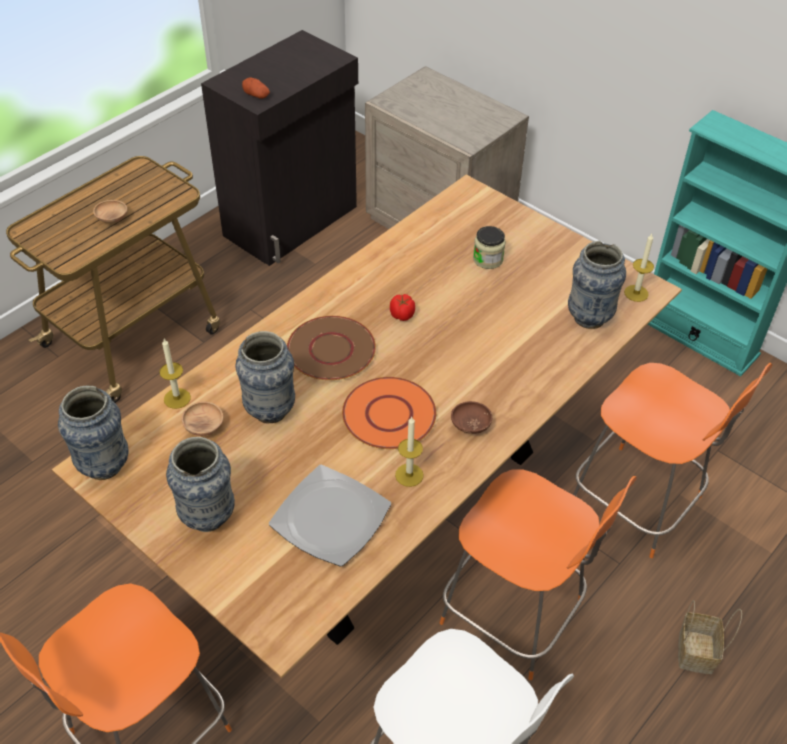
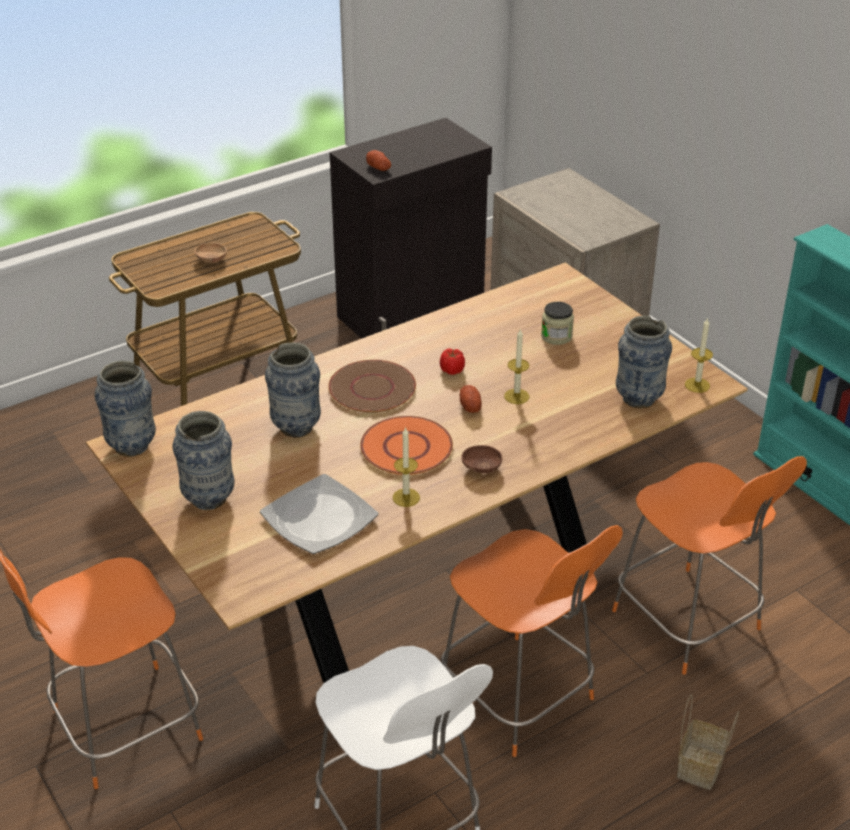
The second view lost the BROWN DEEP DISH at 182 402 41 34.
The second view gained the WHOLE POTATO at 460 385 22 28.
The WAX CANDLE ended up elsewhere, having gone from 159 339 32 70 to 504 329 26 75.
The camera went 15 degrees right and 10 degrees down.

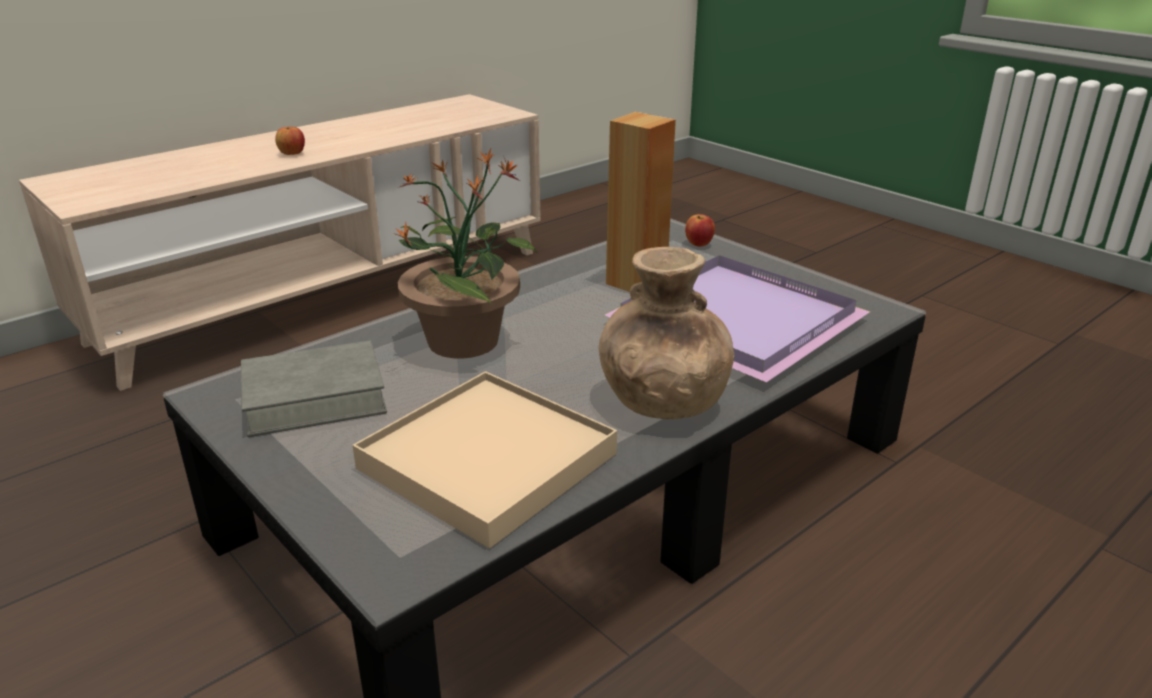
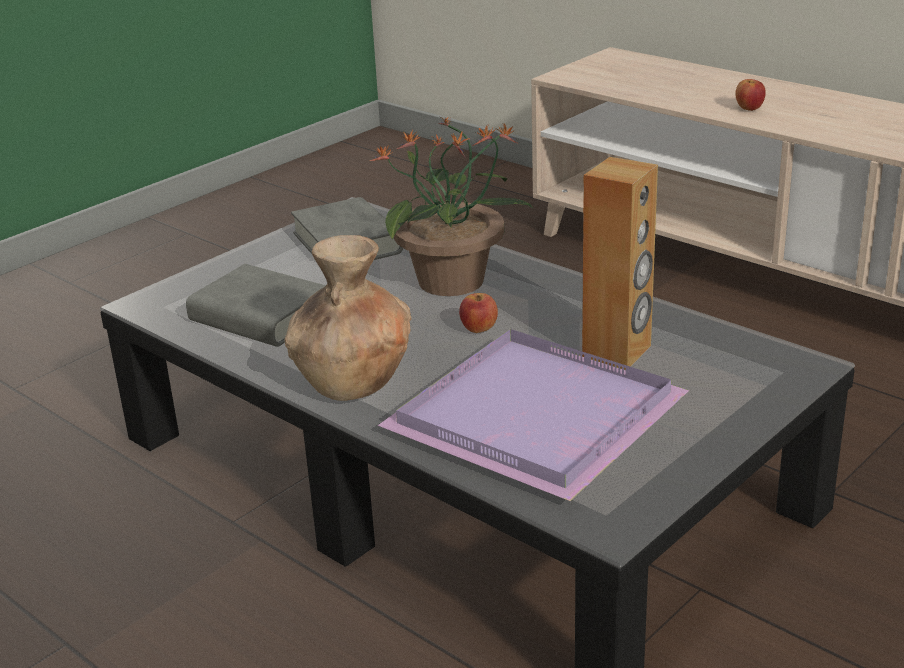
The WHOLE APPLE ended up elsewhere, having gone from 685 214 30 33 to 459 293 39 40.
Where the BEIGE-COLOURED SERVING TRAY stood at 352 371 265 178, the GREY VOLUME came to stand at 186 264 140 83.
The camera went 85 degrees right and 0 degrees up.

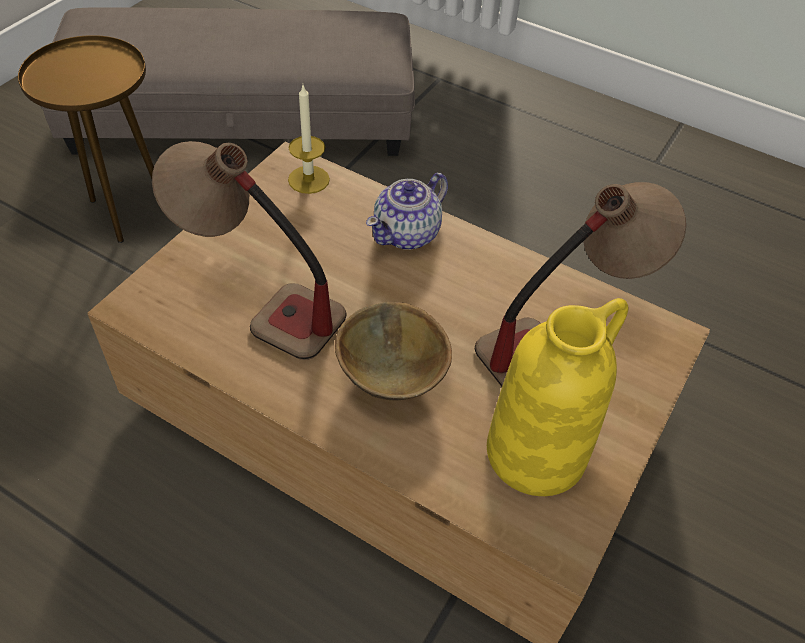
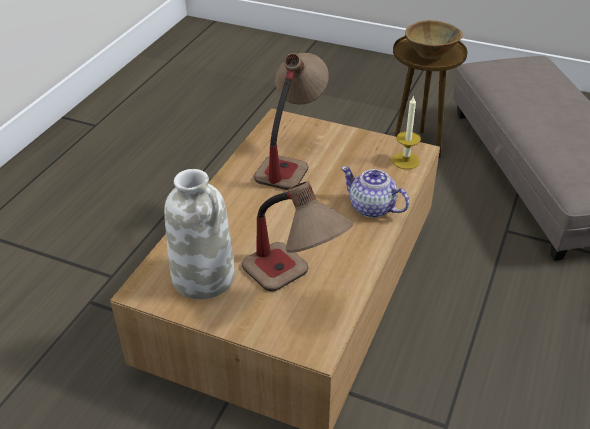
The BROWN DEEP DISH ended up elsewhere, having gone from 335 302 117 98 to 405 20 58 39.
What was the YELLOWISH DECORATIVE VASE at 487 298 141 198 turned into the WHITE DECORATIVE VASE at 164 169 71 130.
The camera went 85 degrees right and 10 degrees down.

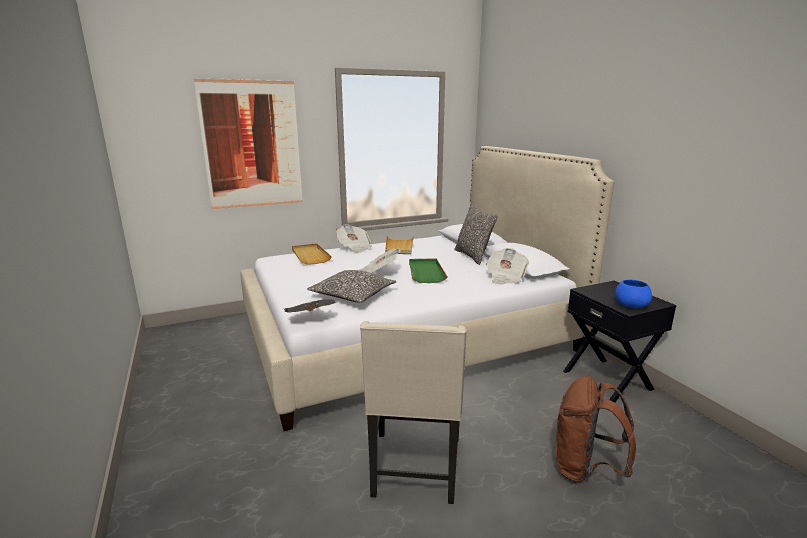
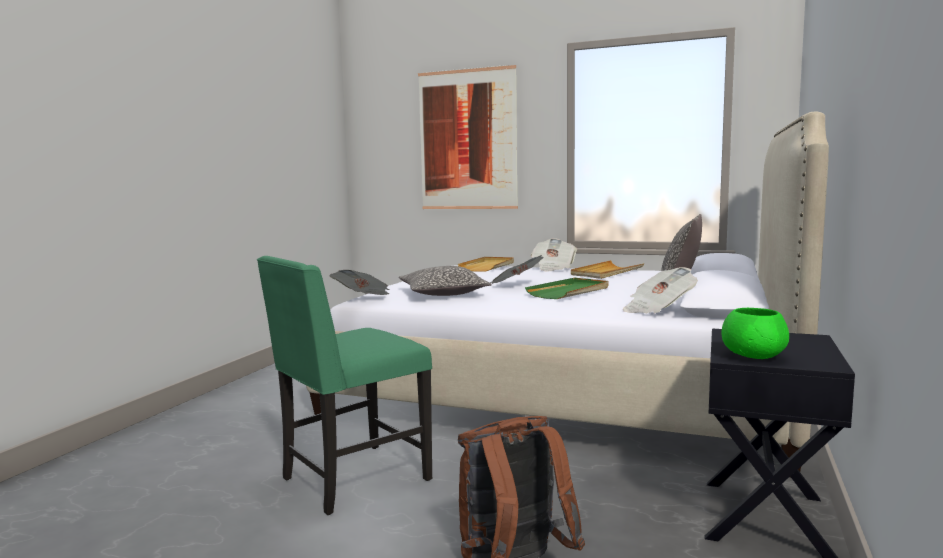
What was the BEIGE-COLOURED PLAIN CHAIR at 360 321 107 183 turned into the GREENISH PLAIN CHAIR at 257 256 175 259.
What was the BLUISH DEEP DISH at 615 280 37 28 turned into the GREENISH DEEP DISH at 721 308 68 51.
The camera went 45 degrees right and 10 degrees down.

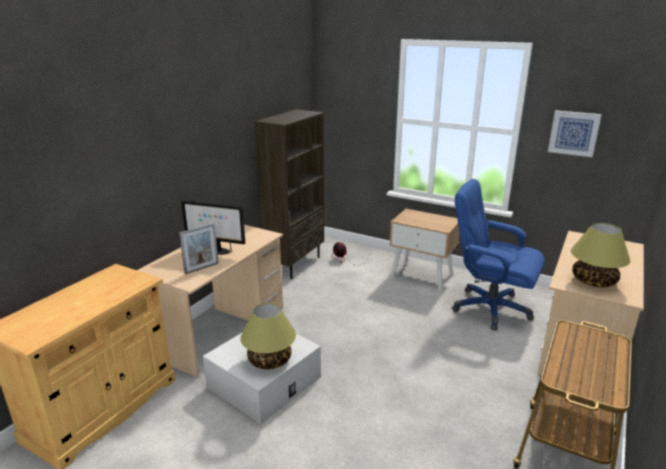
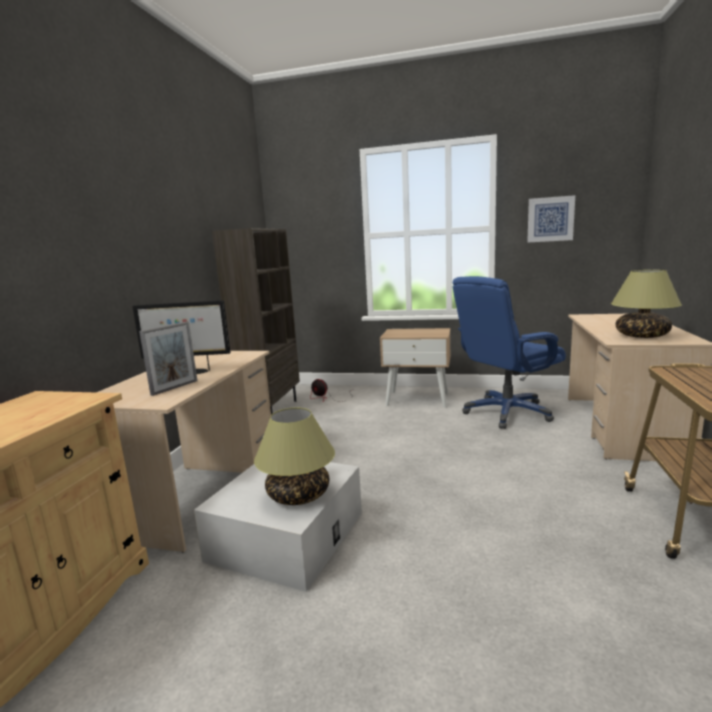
The BLUISH COMPUTER CHAIR at 452 179 93 152 ended up facing another way, 45 degrees counterclockwise from before.
The camera went 15 degrees left and 10 degrees down.

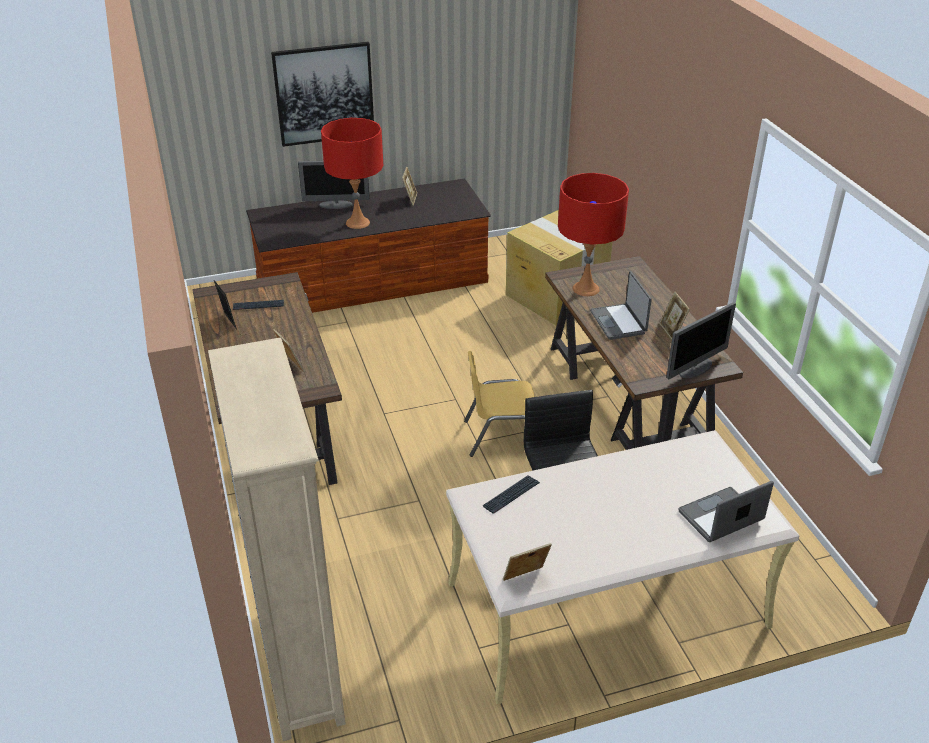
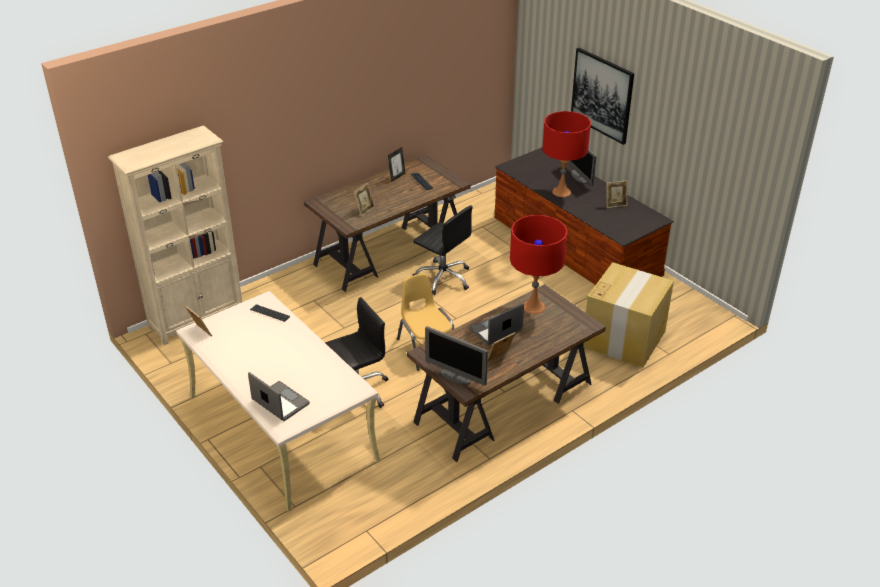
The second view gained the BLACK-COLOURED COMPUTER CHAIR at 412 205 61 90.
The camera went 70 degrees right and 0 degrees up.

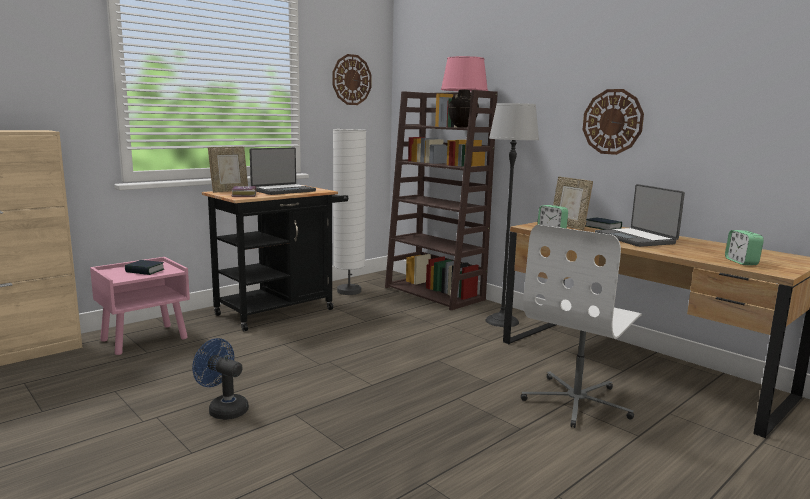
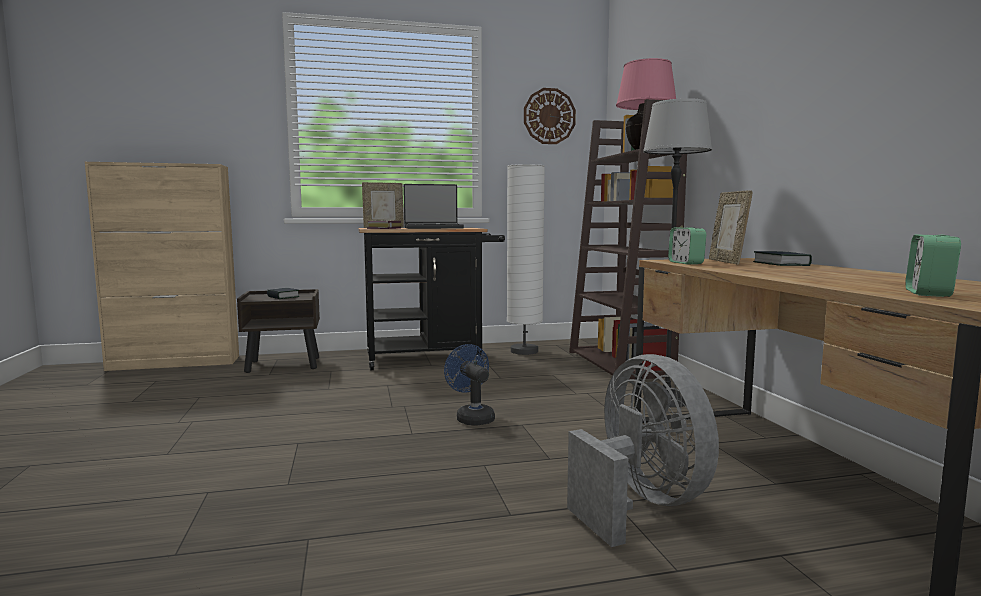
The second view lost the HANGING CLOCK at 583 89 61 66.
The second view lost the LAPTOP at 595 184 90 63.
The BLUISH COOLING FAN ended up elsewhere, having gone from 192 338 57 82 to 444 344 51 82.
Where the WHITE COMPUTER CHAIR stood at 521 225 121 203, the GREY COOLING FAN came to stand at 567 354 152 193.
What was the PINK NIGHT TABLE at 90 257 100 98 turned into the BROWN NIGHT TABLE at 237 289 83 84.
The camera went 30 degrees right and 5 degrees down.

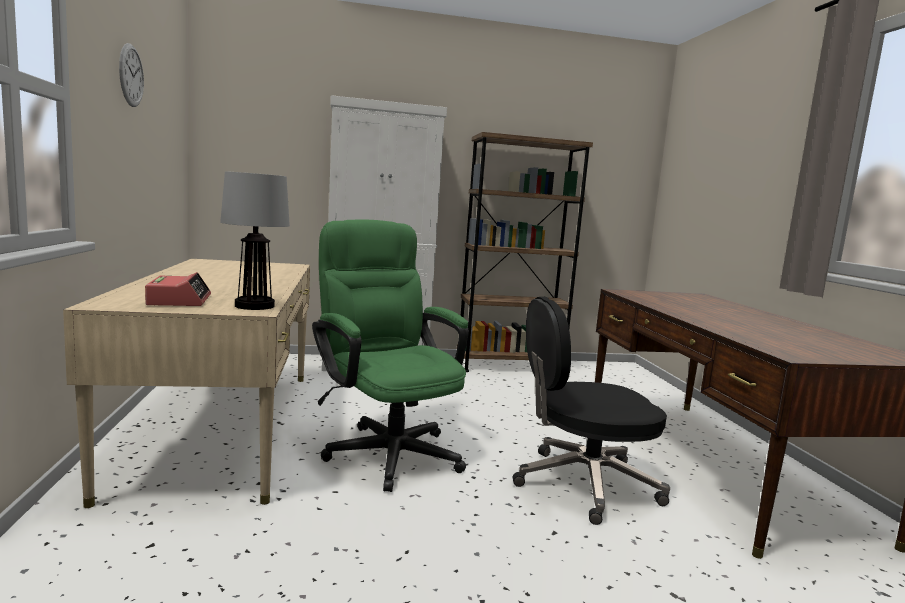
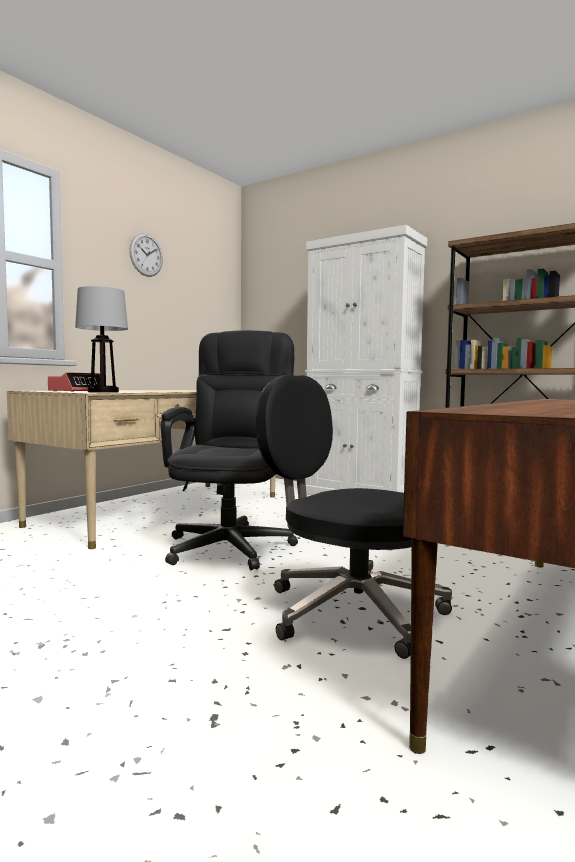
What was the GREENISH COMPUTER CHAIR at 312 219 157 273 turned into the BLACK-COLOURED COMPUTER CHAIR at 160 330 138 240.
The camera went 45 degrees right and 5 degrees down.

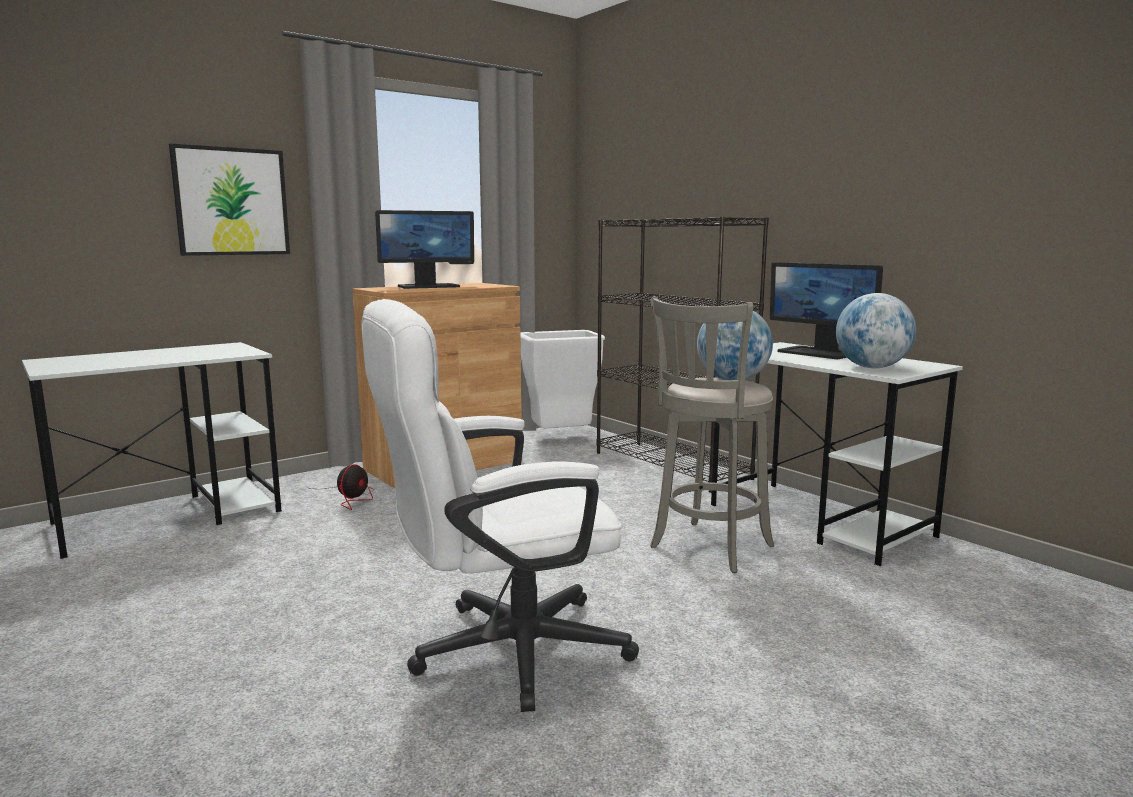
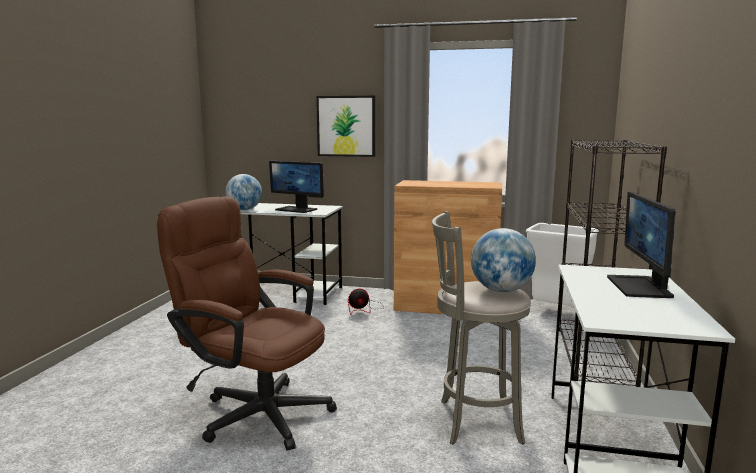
The COMPUTER SCREEN ended up elsewhere, having gone from 375 210 99 79 to 269 161 55 52.
The GLOBE ended up elsewhere, having gone from 836 293 80 75 to 225 174 37 36.
What was the WHITE COMPUTER CHAIR at 362 299 277 413 turned into the BROWN COMPUTER CHAIR at 157 196 180 255.
The camera went 50 degrees right and 0 degrees up.

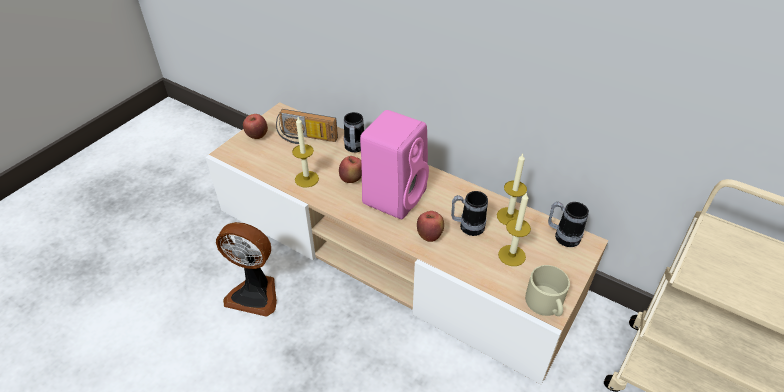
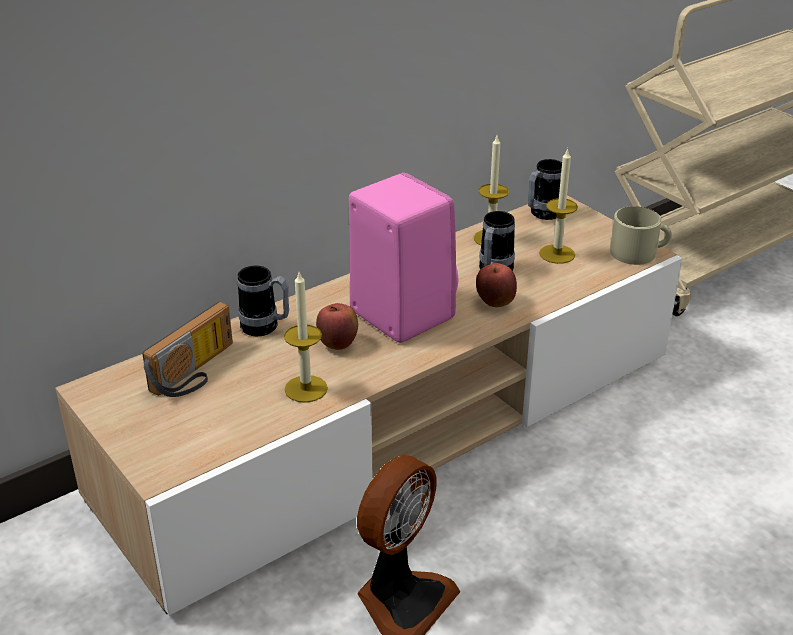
The second view lost the WHOLE APPLE at 243 114 25 25.
The camera went 70 degrees left and 10 degrees down.

